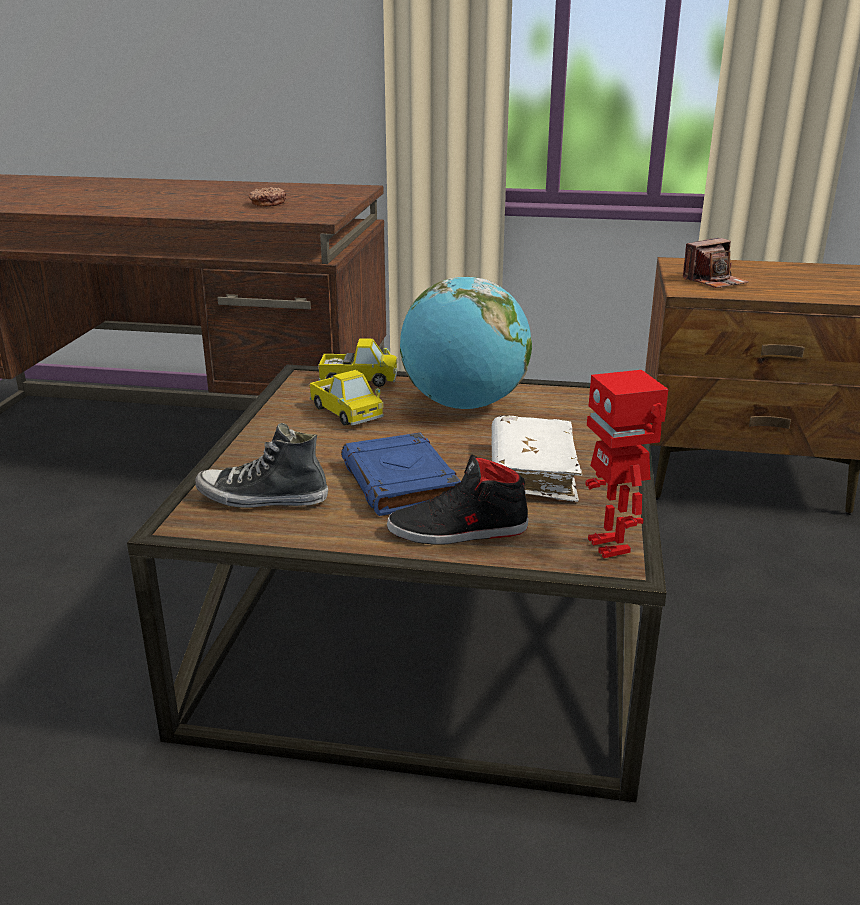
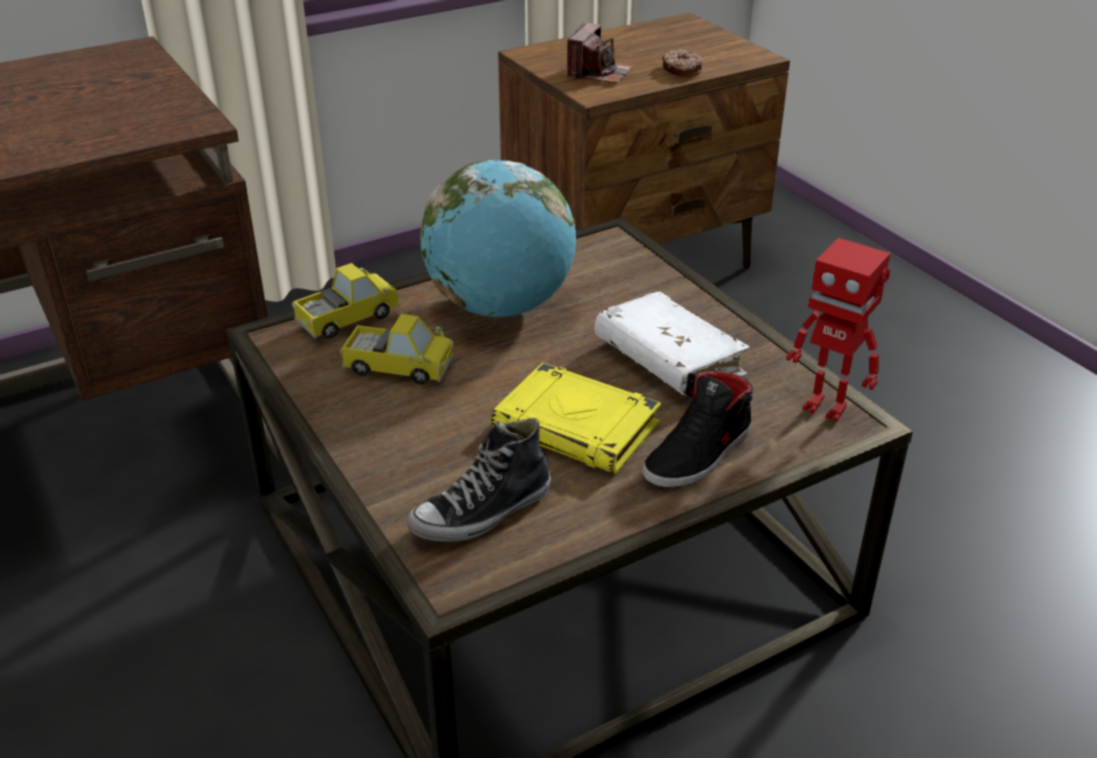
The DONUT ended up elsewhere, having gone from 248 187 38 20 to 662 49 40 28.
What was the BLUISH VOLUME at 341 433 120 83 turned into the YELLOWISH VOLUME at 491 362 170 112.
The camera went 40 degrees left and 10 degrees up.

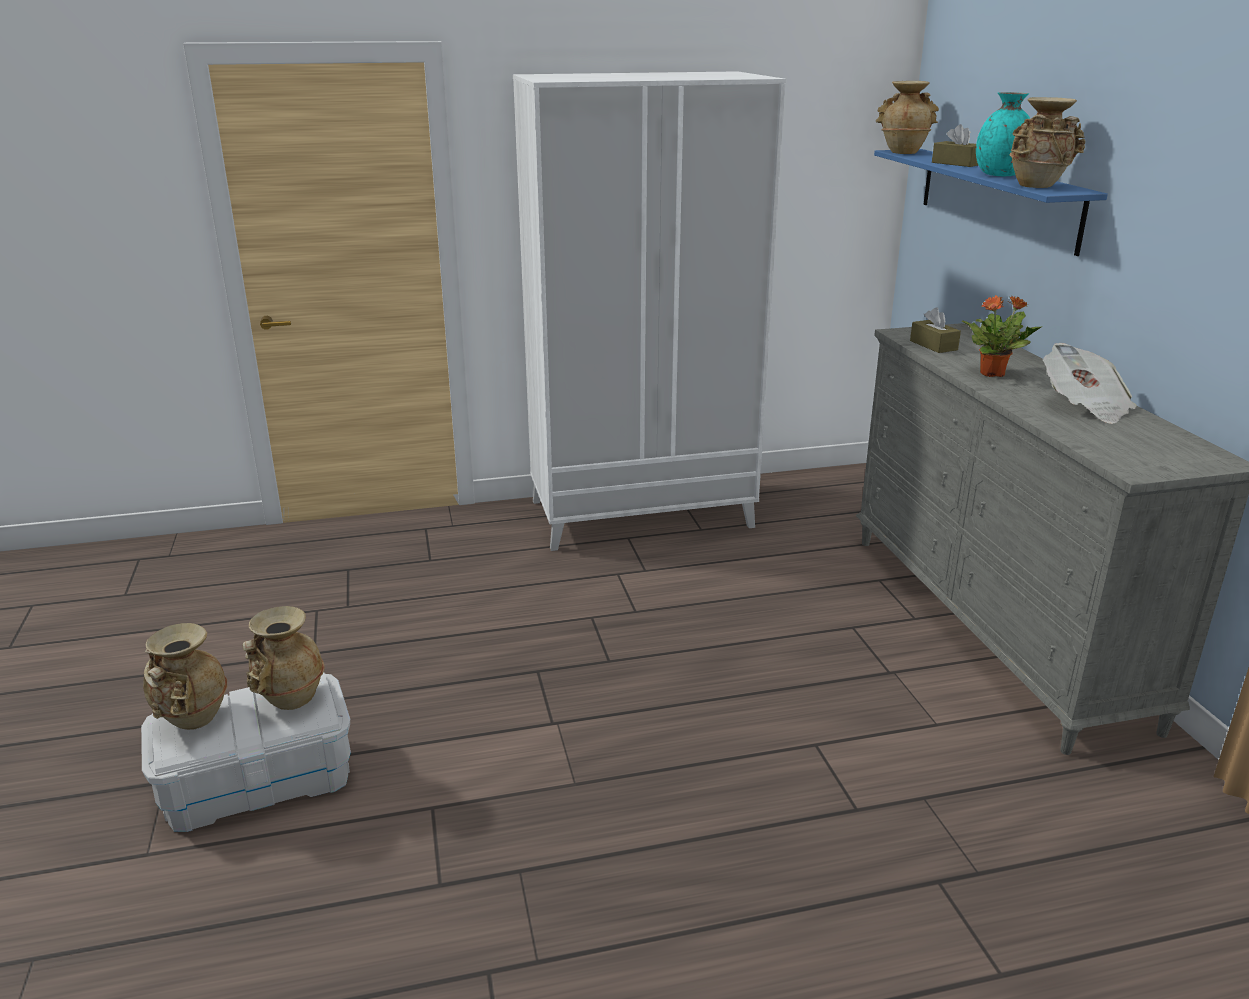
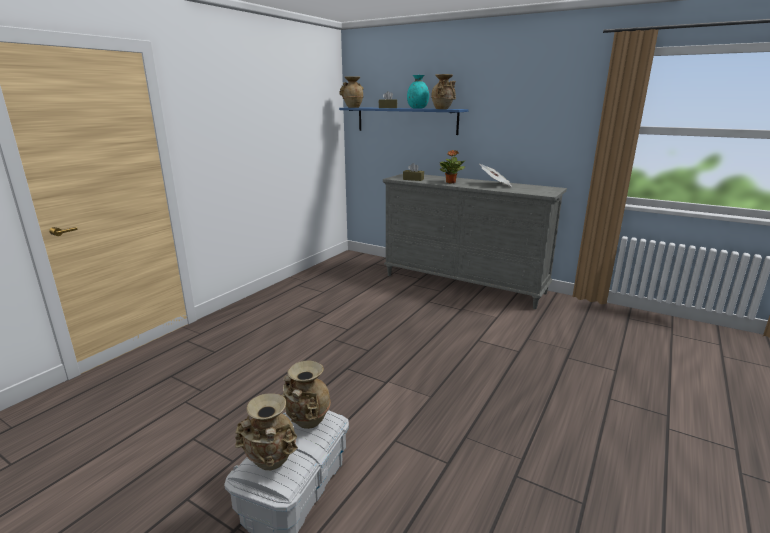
The second view lost the WHITE WARDROBE at 513 71 273 480.
The camera went 45 degrees left and 5 degrees down.

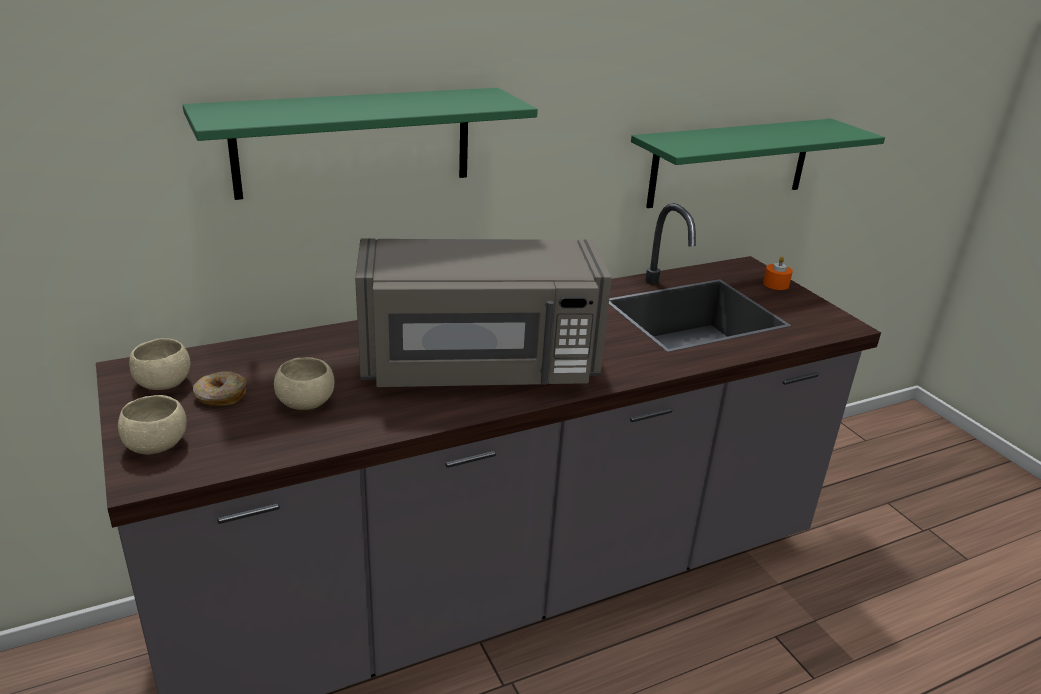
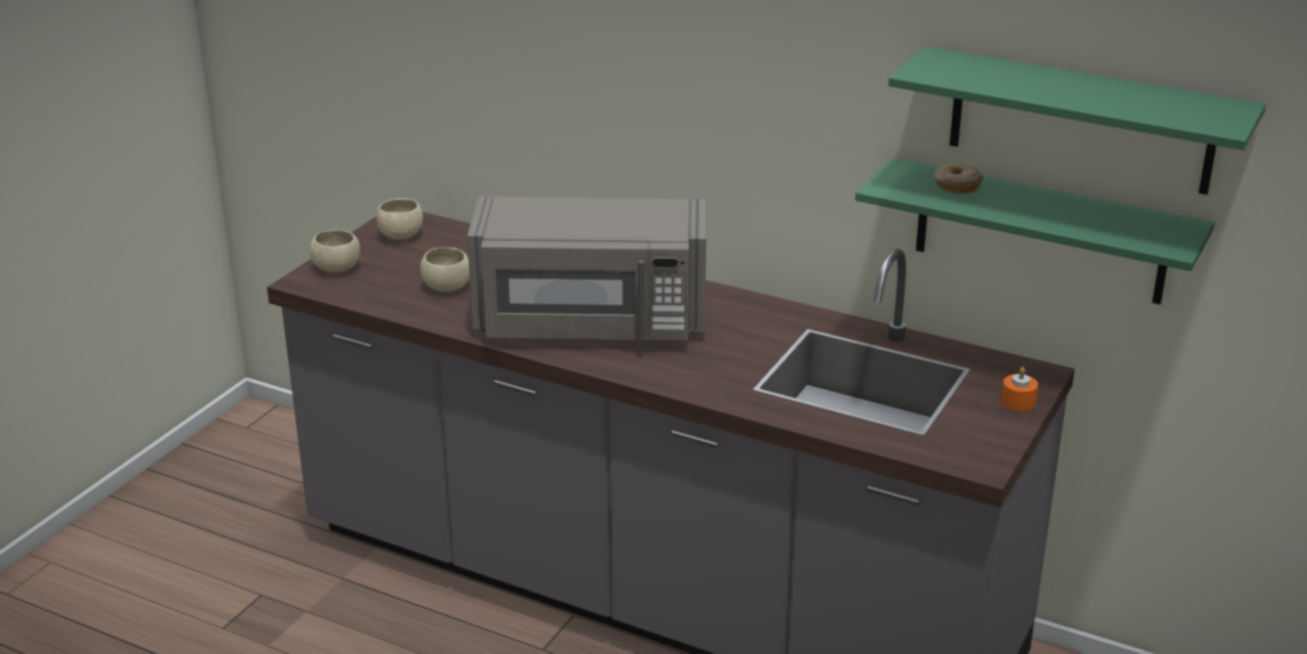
The GREENISH WALL SHELF ended up elsewhere, having gone from 183 88 355 112 to 888 46 378 149.
The DONUT ended up elsewhere, having gone from 193 371 54 35 to 934 164 50 31.
The GREY MICROWAVE OVEN at 355 239 257 148 ended up facing another way, 45 degrees counterclockwise from before.
The camera went 55 degrees right and 0 degrees up.

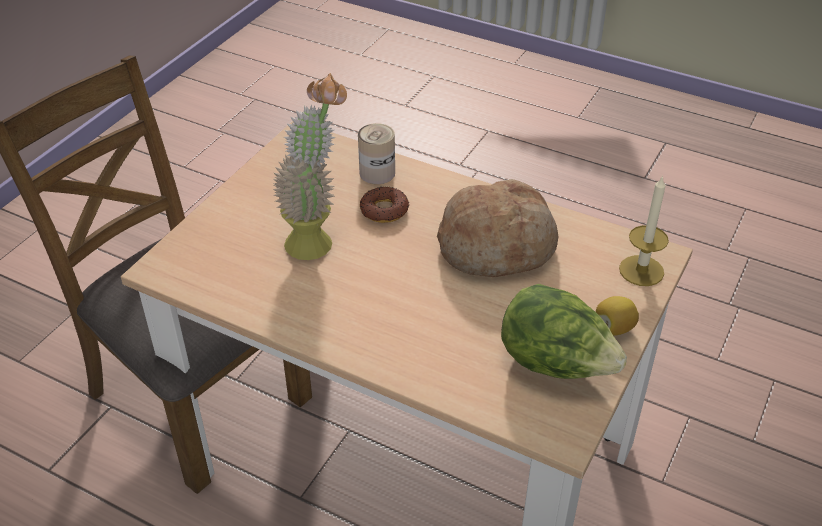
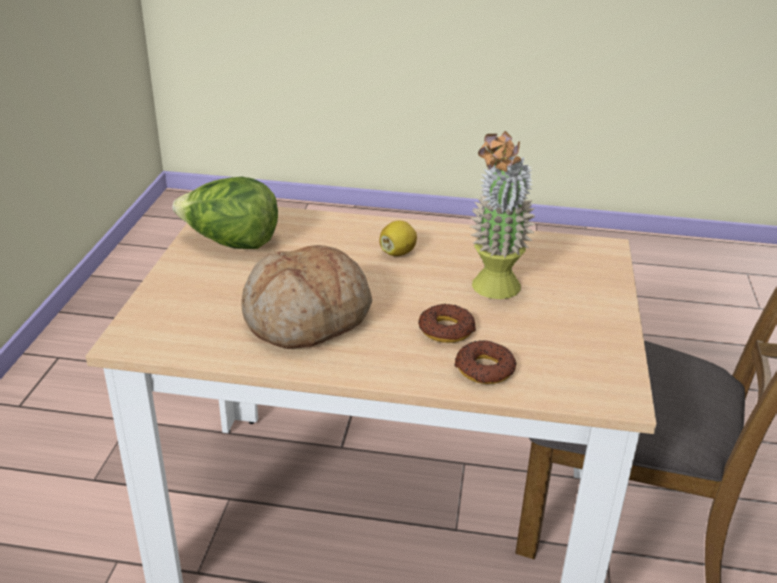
The second view lost the WAX CANDLE at 619 175 50 111.
The LEMON ended up elsewhere, having gone from 596 296 43 40 to 379 220 38 36.
Where the CAN stood at 358 123 37 61, the DONUT came to stand at 454 340 63 44.
The camera went 160 degrees right and 10 degrees down.

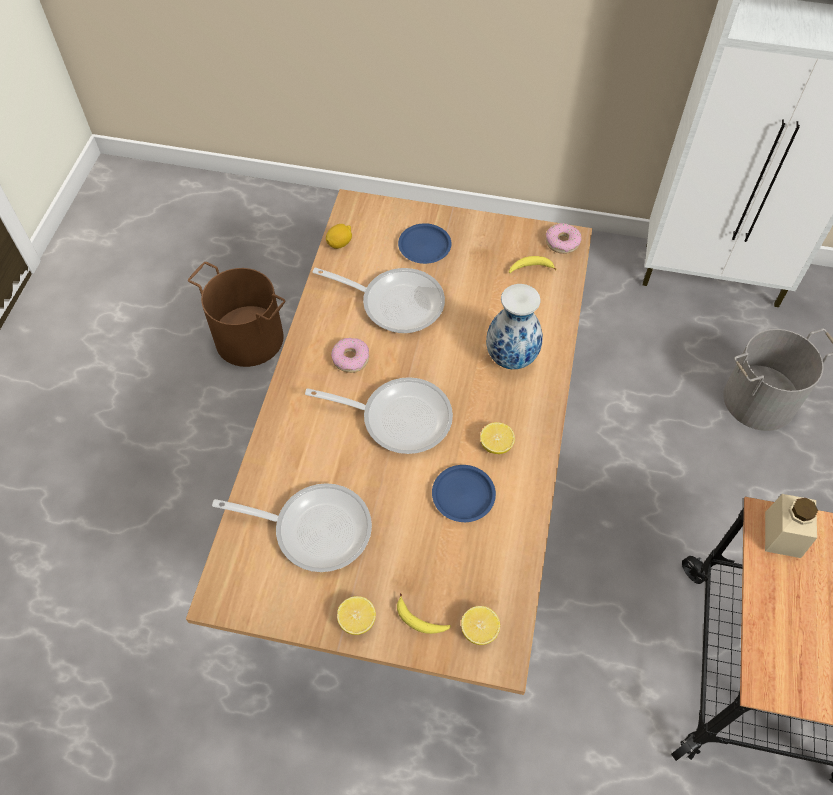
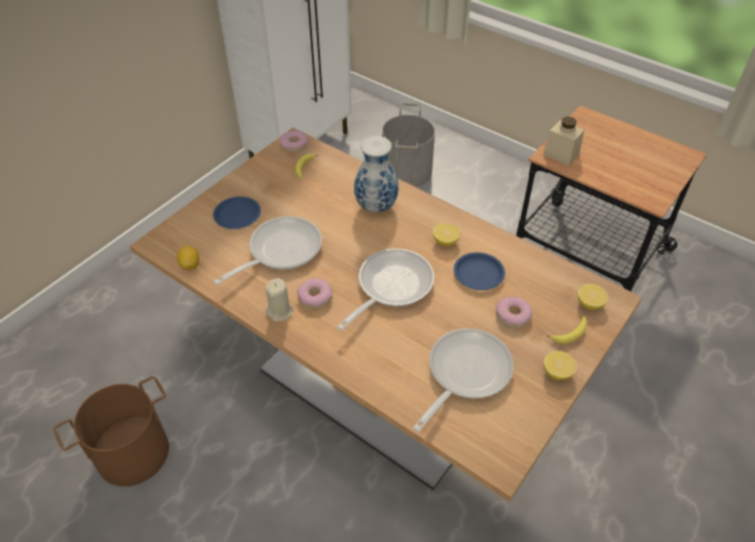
The second view gained the BEIGE-COLOURED WAX CANDLE at 265 278 28 44.
The second view gained the DONUT at 496 297 37 31.
The camera went 65 degrees left and 10 degrees down.

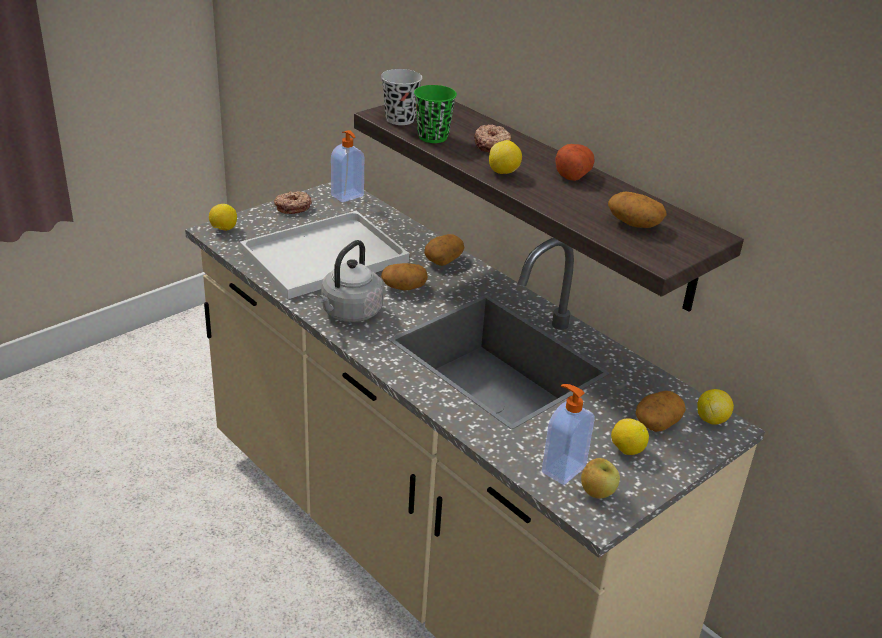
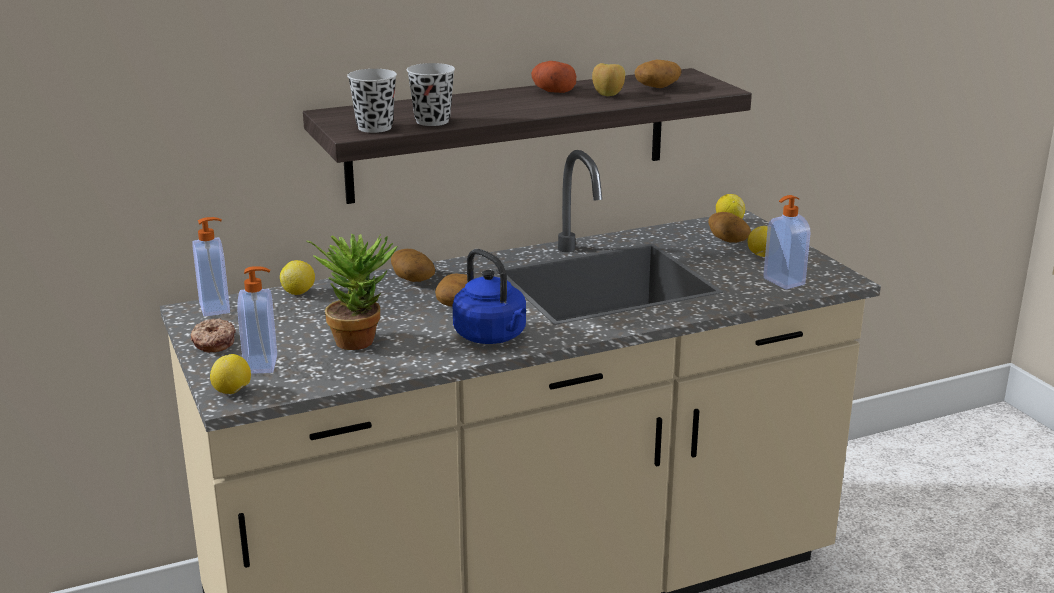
The second view lost the DONUT at 474 125 37 28.
The second view gained the LIQUID SOAP BOTTLE at 237 266 40 108.
The LEMON ended up elsewhere, having gone from 489 140 33 34 to 280 260 35 35.
The WHOLE APPLE ended up elsewhere, having gone from 581 458 39 41 to 592 63 33 33.
Where the WHITE SERVING TRAY stood at 240 211 169 88, the POTTED PLANT came to stand at 306 234 92 116.
What was the GREY WATER KETTLE at 317 240 66 82 turned into the BLUISH WATER KETTLE at 453 249 73 95.
What was the GREENISH SMALL CUP at 414 85 43 58 turned into the BLACK-COLOURED SMALL CUP at 407 63 48 63.
The camera went 70 degrees left and 10 degrees down.

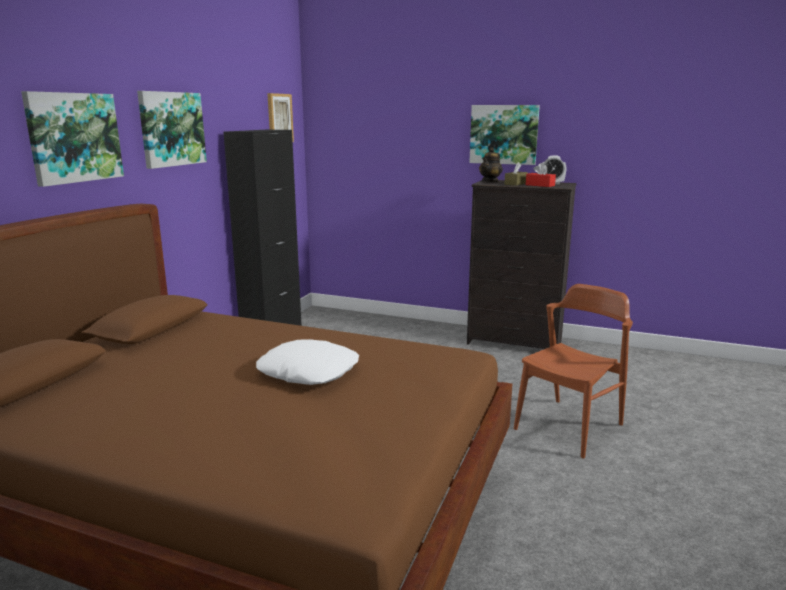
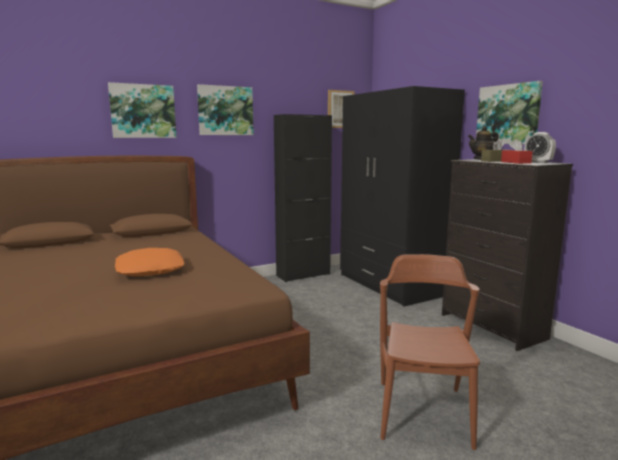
The second view gained the BLACK-COLOURED WARDROBE at 340 86 125 221.
What was the WHITE PILLOW at 256 339 103 46 turned into the ORANGE PILLOW at 115 248 69 28.
The BROWN PLAIN CHAIR at 514 284 119 174 ended up facing another way, 75 degrees counterclockwise from before.
The camera went 40 degrees right and 5 degrees down.

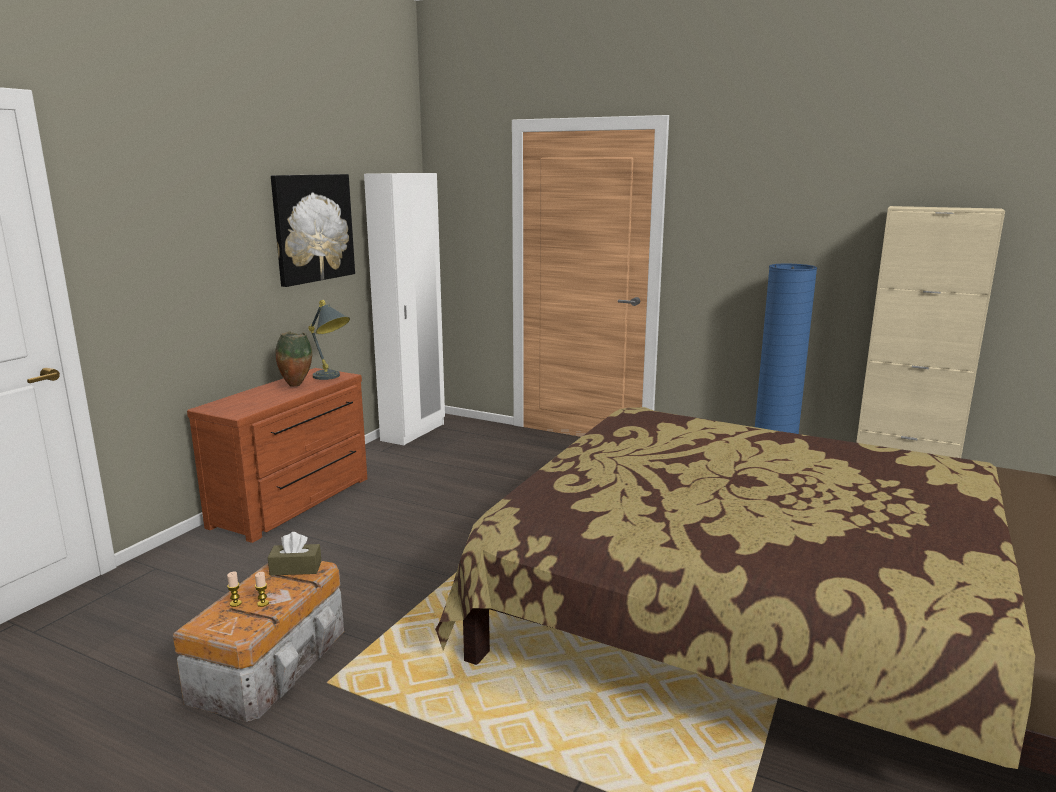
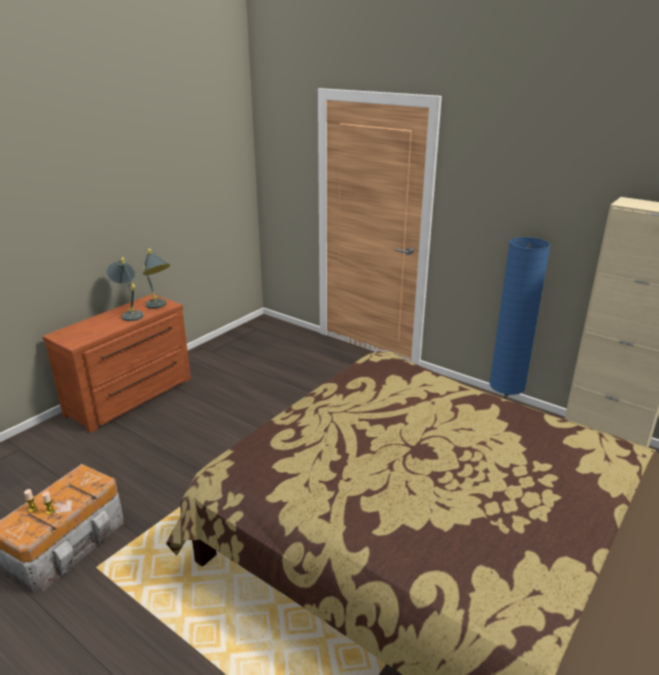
The second view lost the BROWN TISSUE HOLDER at 268 532 53 43.
The second view lost the WALL PICTURE at 271 174 84 113.
The second view lost the WHITE WARDROBE at 364 173 81 272.
Where the DECORATIVE VASE stood at 275 332 37 55, the GREY LAMP FOR A TABLE came to stand at 106 257 38 64.
The camera went 10 degrees right and 10 degrees up.

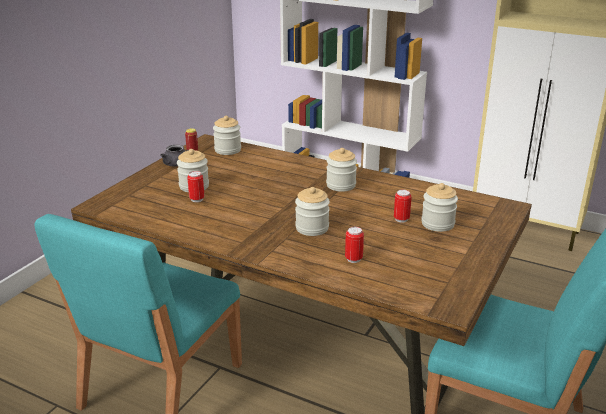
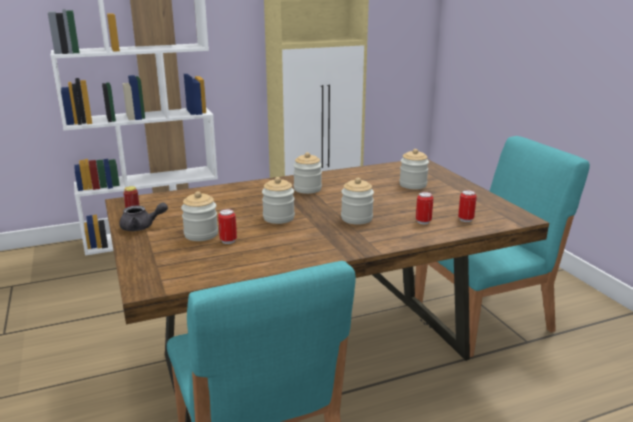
The JAR ended up elsewhere, having gone from 213 116 28 39 to 262 177 33 47.
The CAN ended up elsewhere, having gone from 394 189 18 33 to 458 190 19 32.
The camera went 50 degrees left and 5 degrees down.

